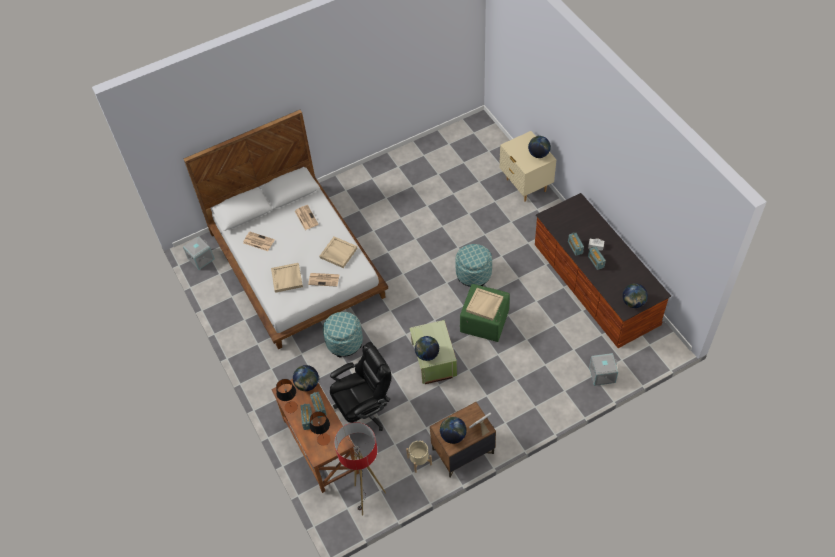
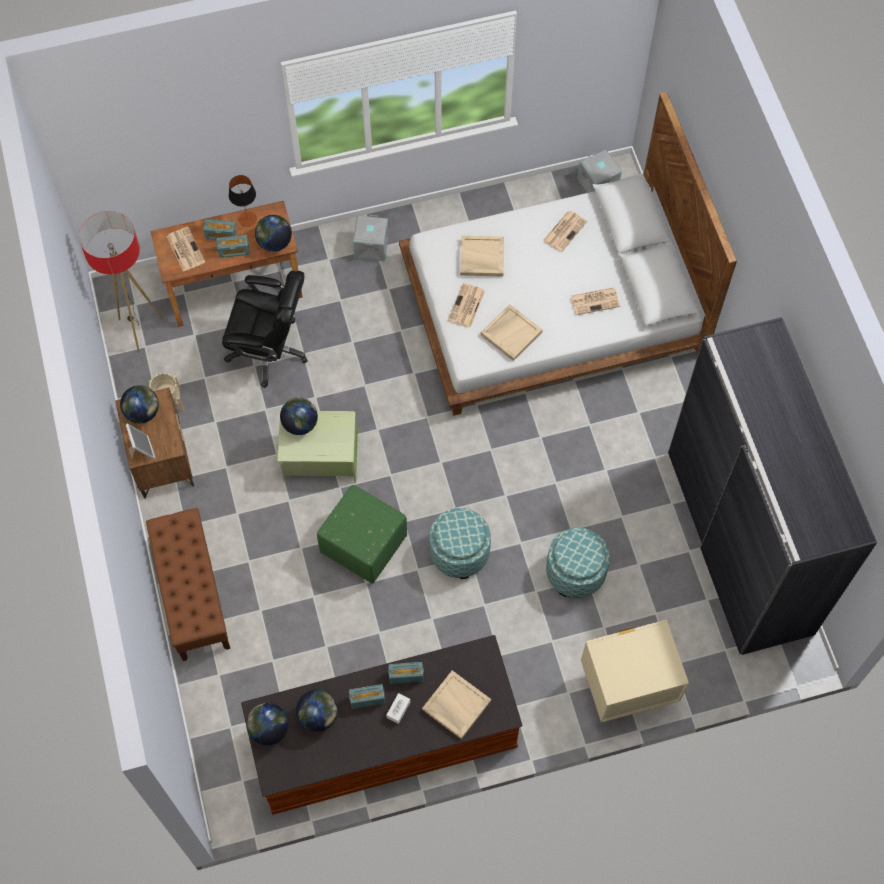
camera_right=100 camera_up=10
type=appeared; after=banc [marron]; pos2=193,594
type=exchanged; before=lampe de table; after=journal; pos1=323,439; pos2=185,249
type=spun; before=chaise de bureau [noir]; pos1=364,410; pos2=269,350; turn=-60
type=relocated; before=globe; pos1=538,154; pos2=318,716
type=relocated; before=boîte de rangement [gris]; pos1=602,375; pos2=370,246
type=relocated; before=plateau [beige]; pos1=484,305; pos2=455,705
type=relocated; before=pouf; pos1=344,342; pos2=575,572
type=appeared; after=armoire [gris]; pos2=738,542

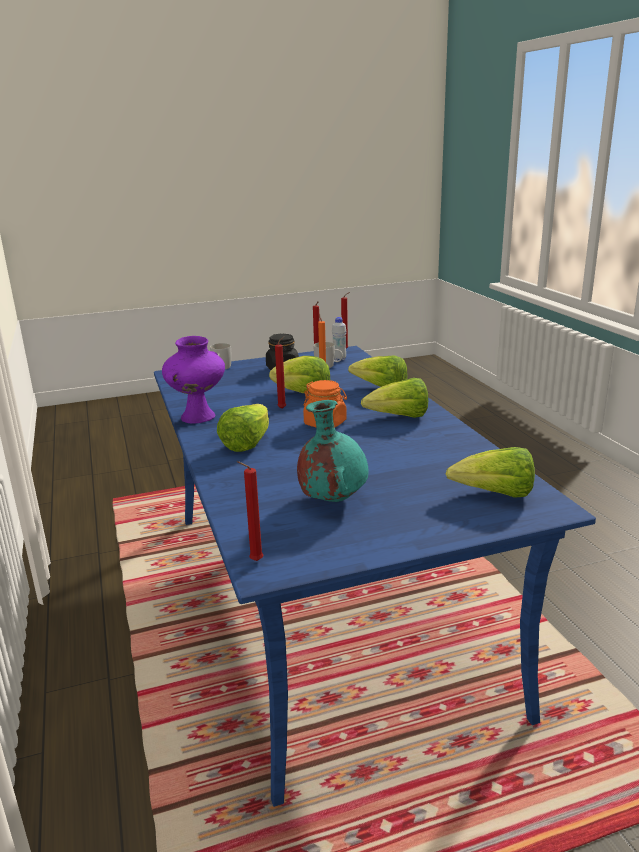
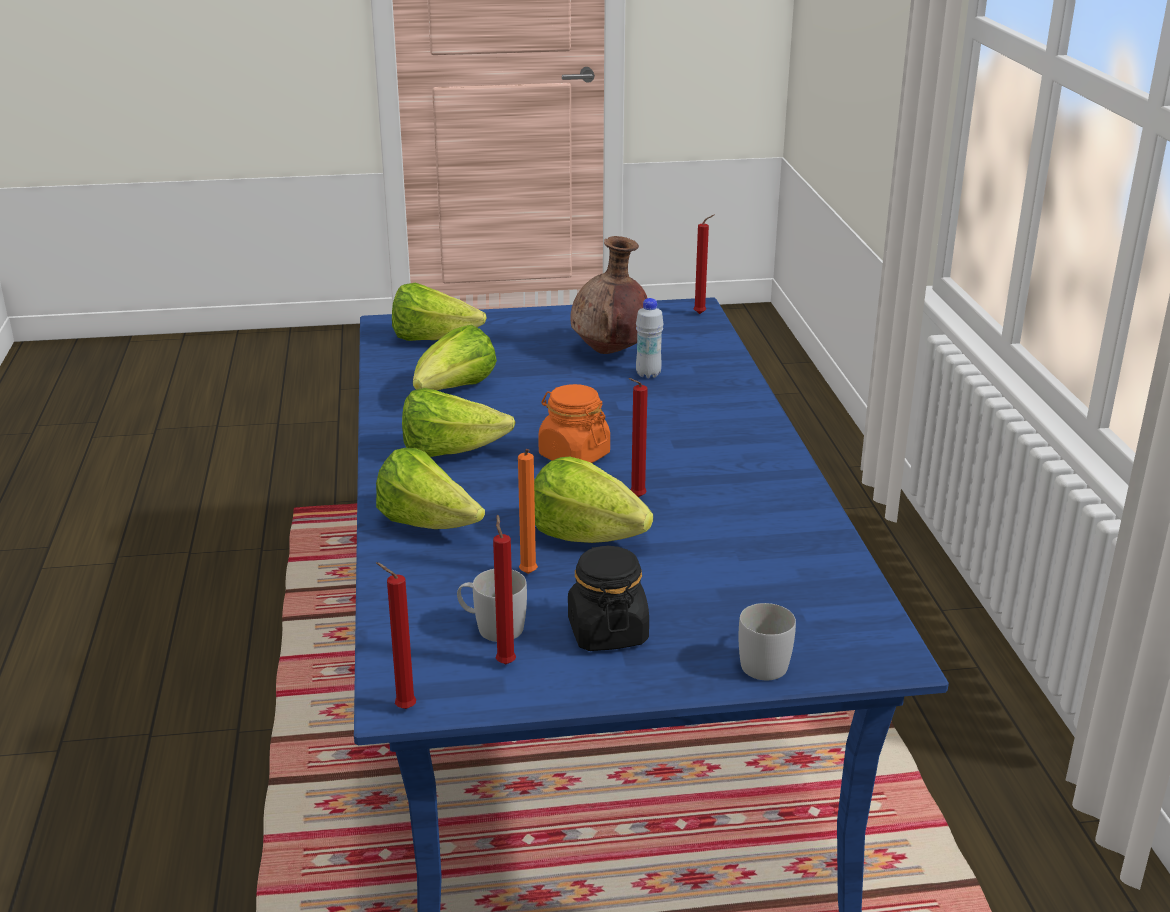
camera_right=-170 camera_up=5
type=relocated; before=laitue; pos1=247,443; pos2=455,391
type=colour; before=vase [turquoise]; after=vase [marron]; pos1=332,499; pos2=610,352
type=relocated; before=bouteille [blanc]; pos1=339,359; pos2=648,374
type=missing; before=vase [violet]; pos1=198,417

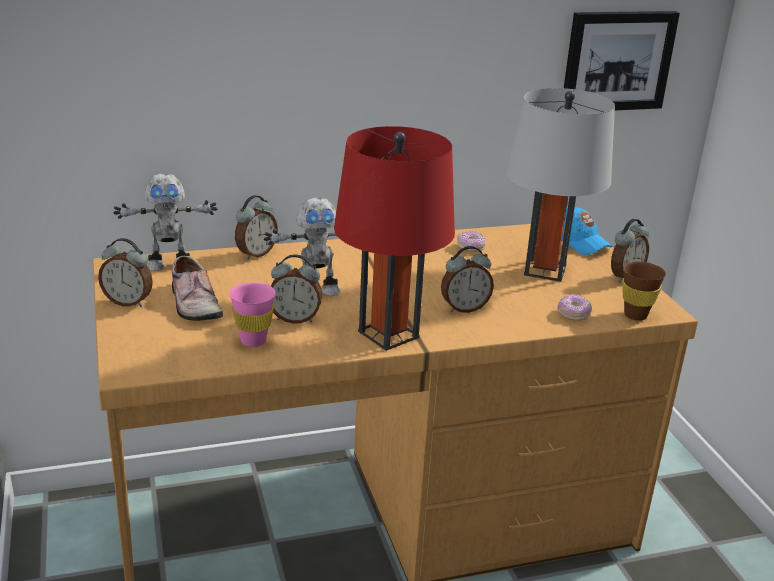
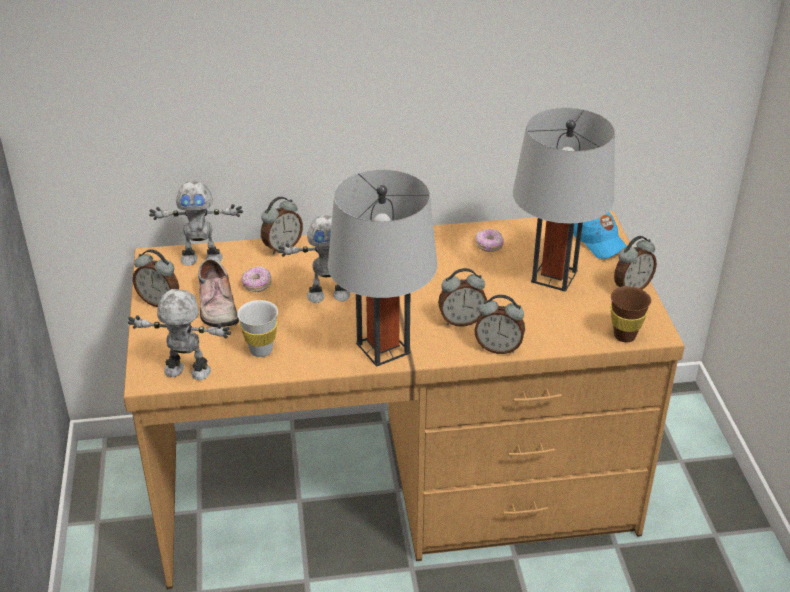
camera_right=10 camera_up=10
type=appeared; after=robot jouet; pos2=187,373
type=colour; before=tasse [rose]; after=tasse [blanc]; pos1=253,341; pos2=261,350
type=relocated; before=beignet; pos1=573,314; pos2=257,285
type=colour; before=lampe de table [rouge]; after=lampe de table [gris]; pos1=388,334; pos2=383,348
type=relocated; before=réveil; pos1=295,319; pos2=498,348
type=missing; before=tableau; pos1=617,61

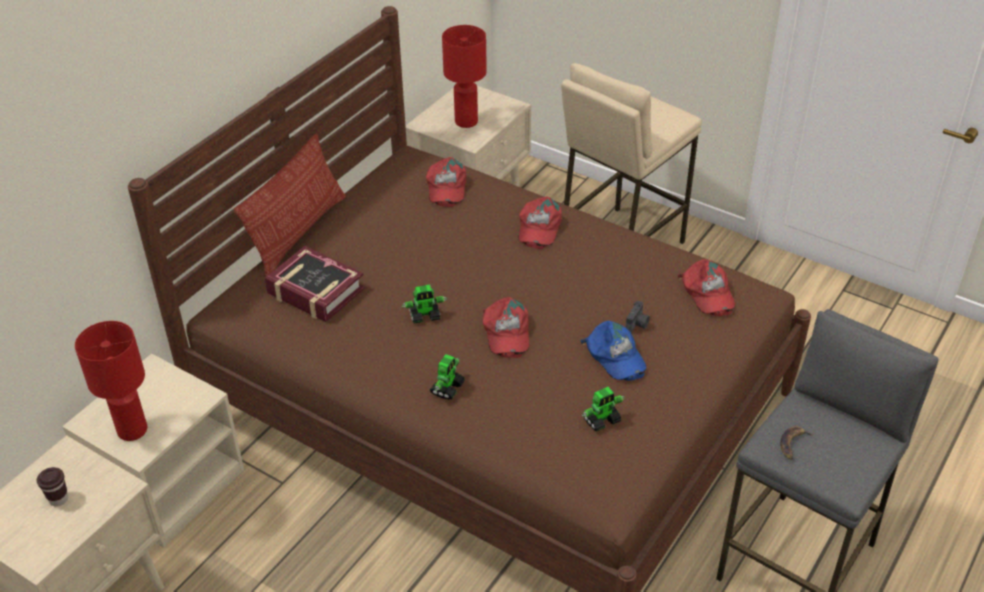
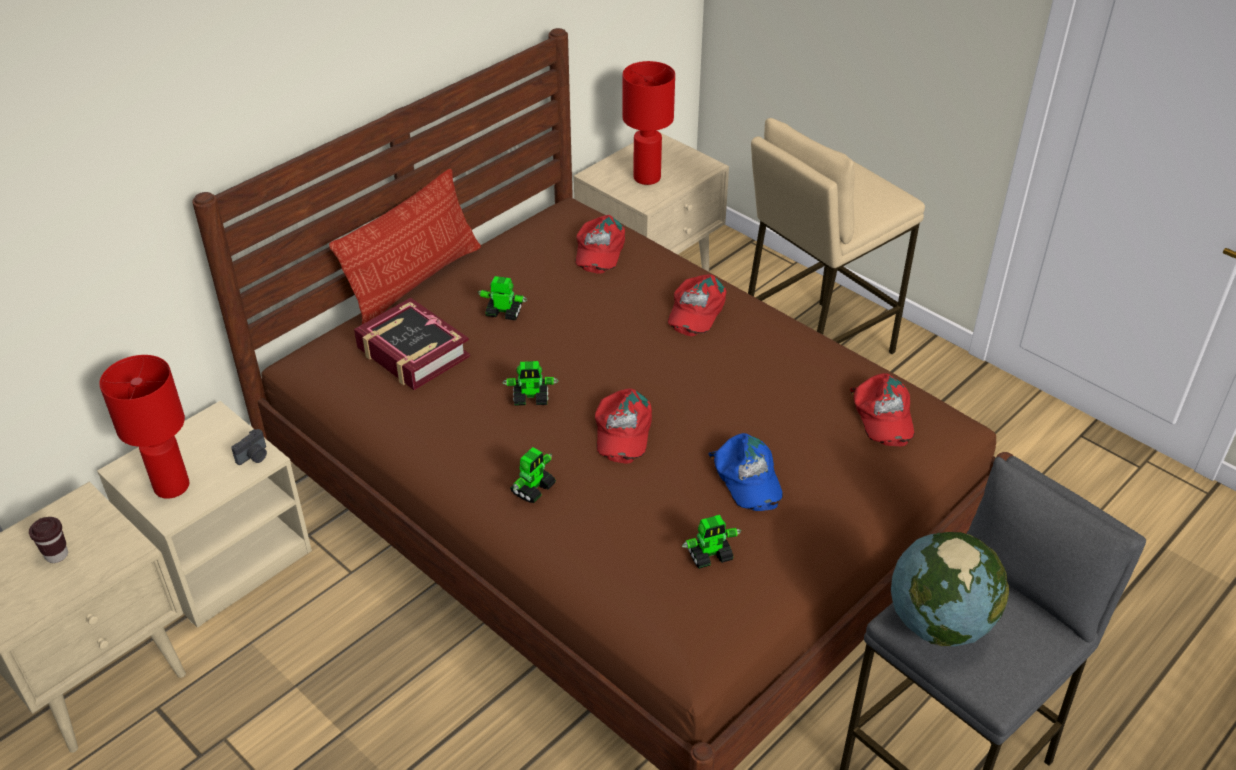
camera_right=10 camera_up=0
type=relocated; before=appareil photo; pos1=637,324; pos2=254,457
type=appeared; after=robot jouet; pos2=503,312
type=exchanged; before=banane; after=globe; pos1=793,444; pos2=939,623

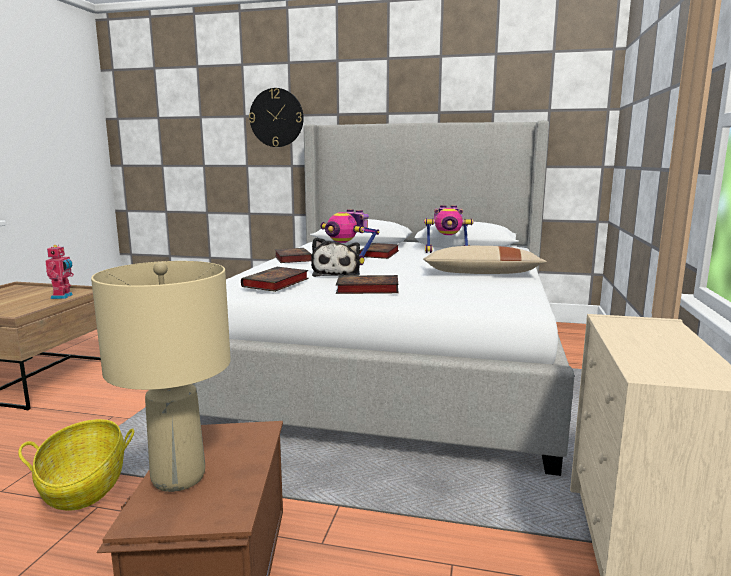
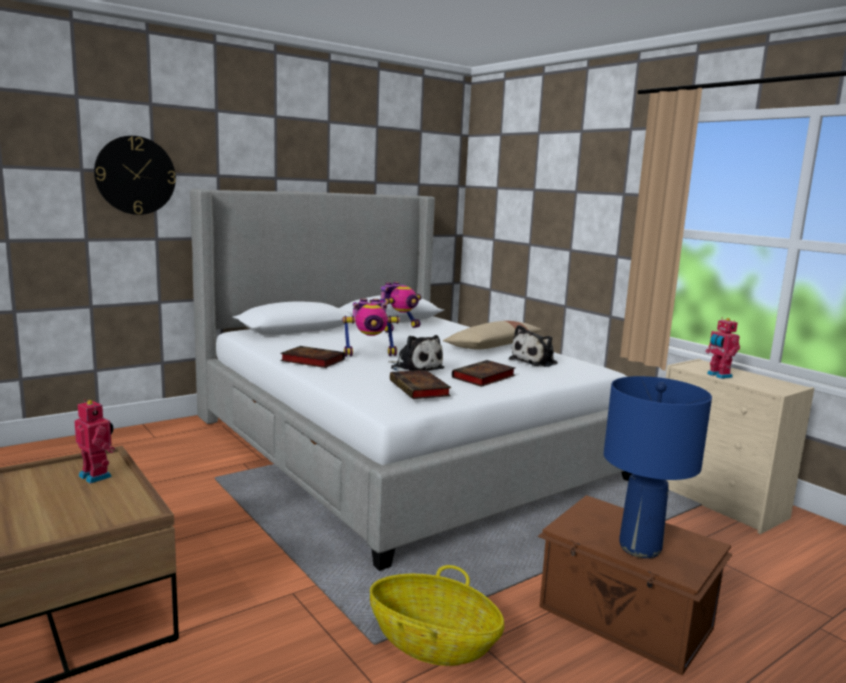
camera_right=-50 camera_up=0
type=appeared; after=peluche; pos2=535,361
type=colour; before=lampe de table [beige]; after=lampe de table [bleu]; pos1=178,477; pos2=639,548
type=appeared; after=robot jouet; pos2=718,375
type=missing; before=livre; pos1=379,254

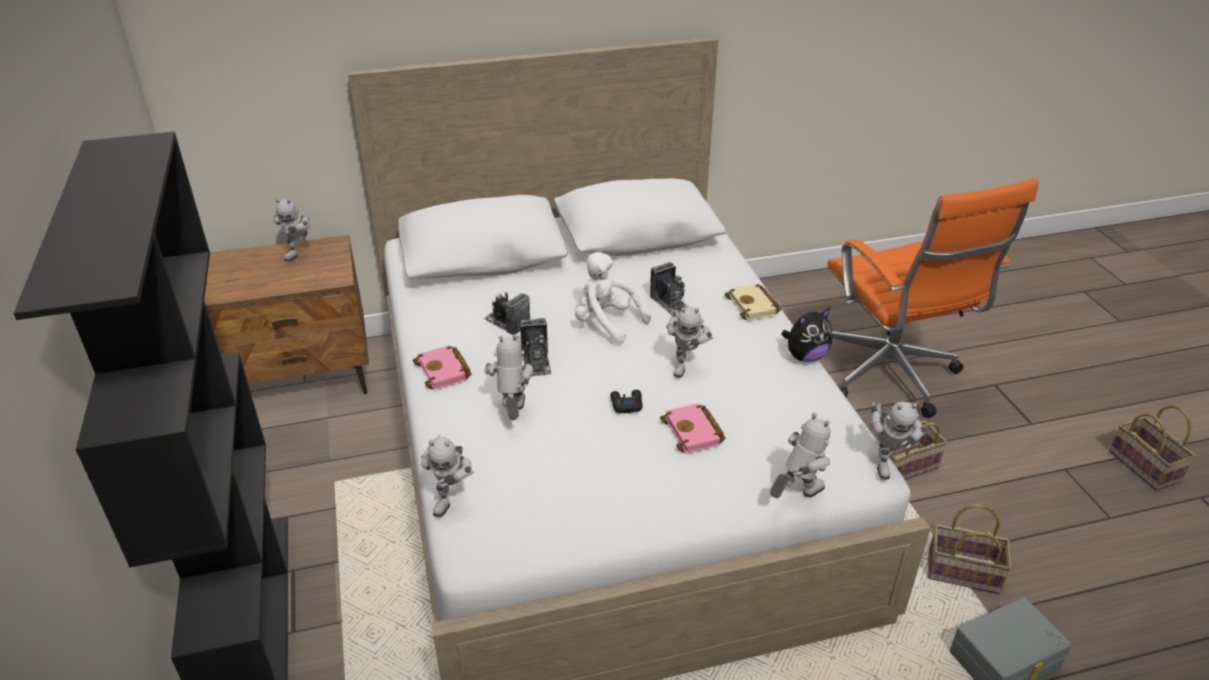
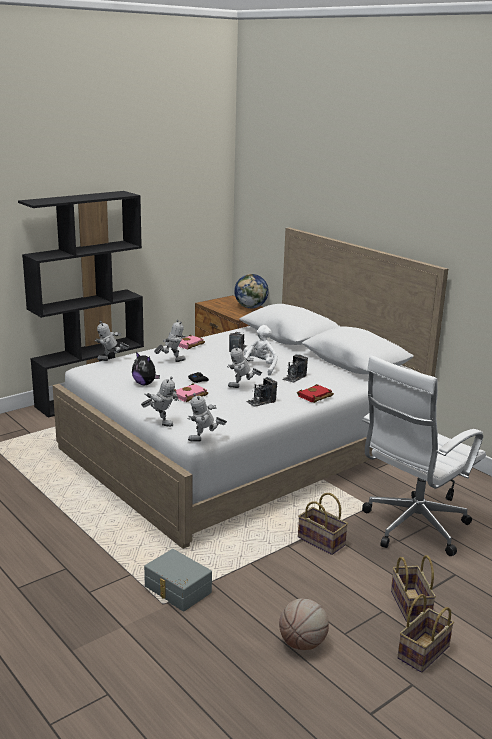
camera_right=65 camera_up=-15
type=relocated; before=peluche; pos1=805,356; pos2=145,384
type=exchanged; before=robot jouet; after=globe; pos1=301,252; pos2=251,307
type=relocated; before=appareil photo; pos1=536,361; pos2=261,401
type=appeared; after=ballon de basket; pos2=302,643
type=colour; before=livre [beige]; after=livre [rouge]; pos1=754,306; pos2=315,397
type=colour; before=chaise de bureau [orange]; after=chaise de bureau [blanc]; pos1=891,378; pos2=412,528
type=relocated; before=panier; pos1=961,574; pos2=409,604

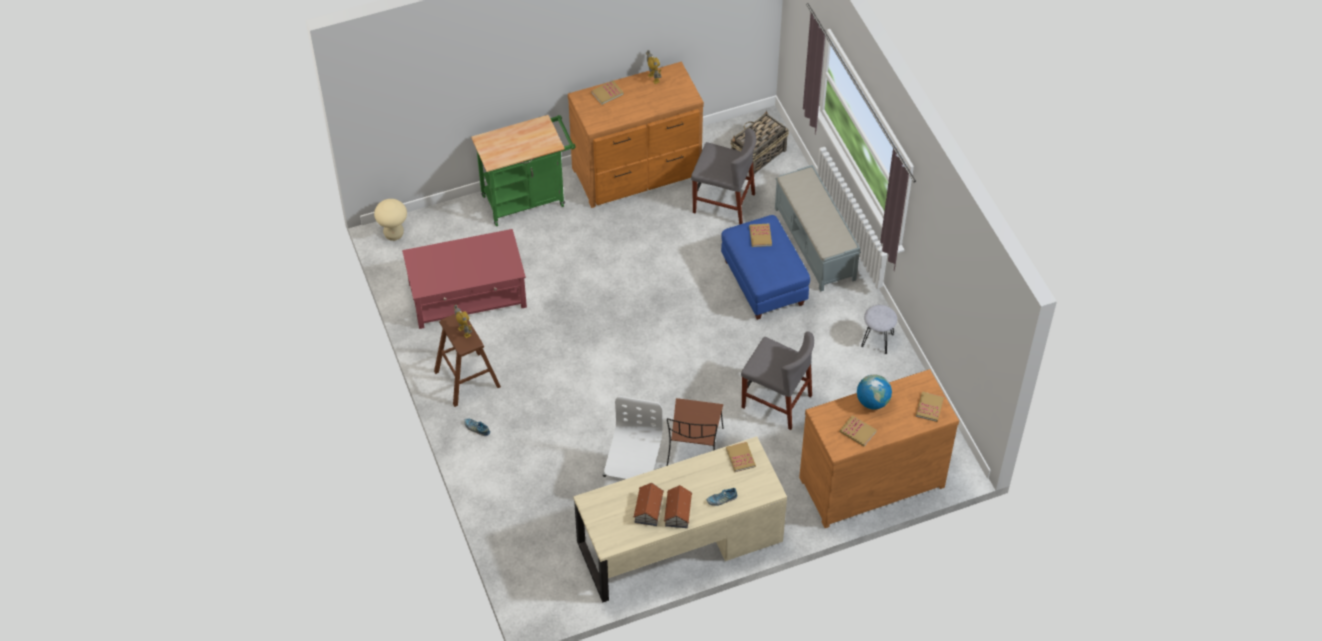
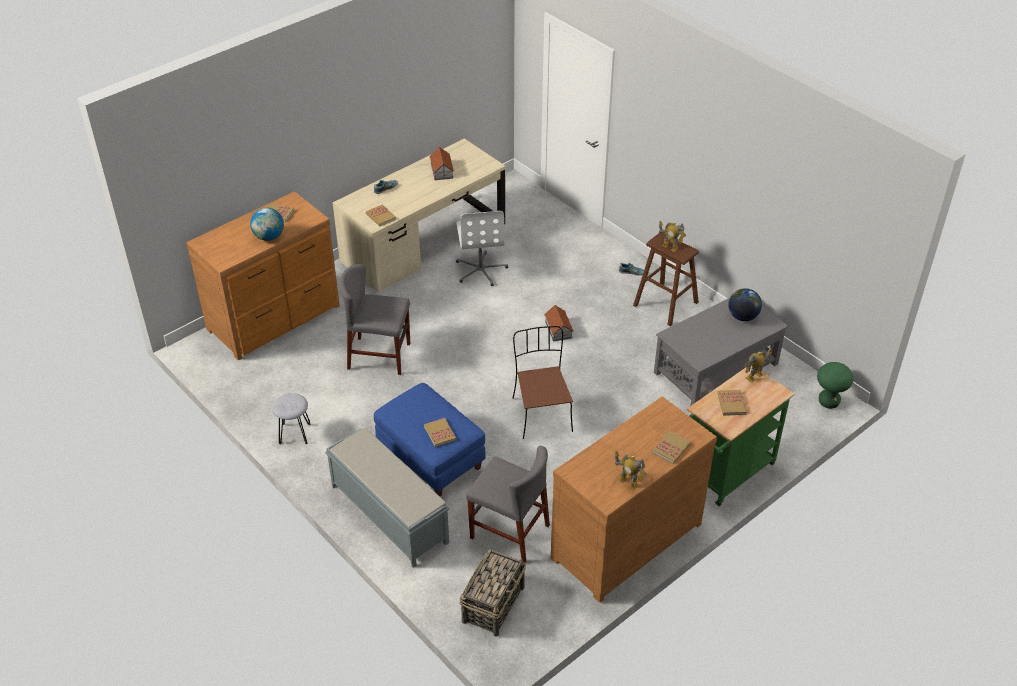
camera_right=160 camera_up=-10
type=spun; before=chaise [gris]; pos1=723,203; pos2=509,532; turn=-150
type=relocated; before=chaise [marron]; pos1=694,449; pos2=541,413
type=relocated; before=maison miniature; pos1=678,512; pos2=558,330
type=colour; before=table basse [rouge]; after=table basse [gris]; pos1=468,295; pos2=715,368
type=relocated; before=livre; pos1=929,407; pos2=731,404
type=appeared; after=globe; pos2=742,316
type=appeared; after=robot jouet; pos2=754,377
type=colour; before=tabouret [beige]; after=tabouret [vert]; pos1=394,234; pos2=828,402

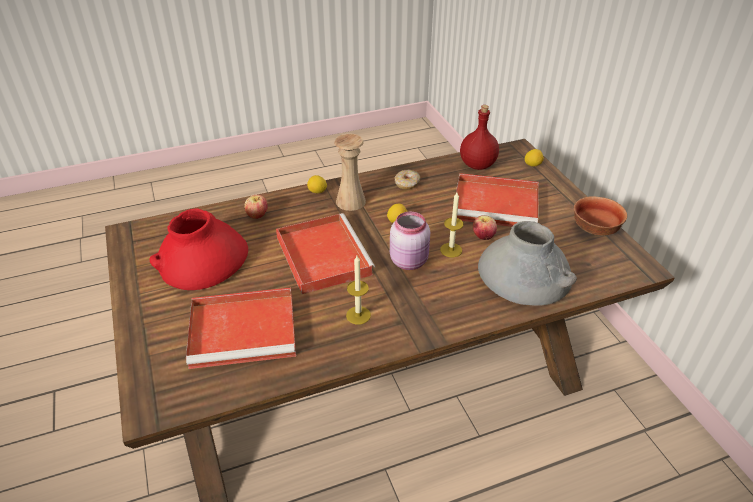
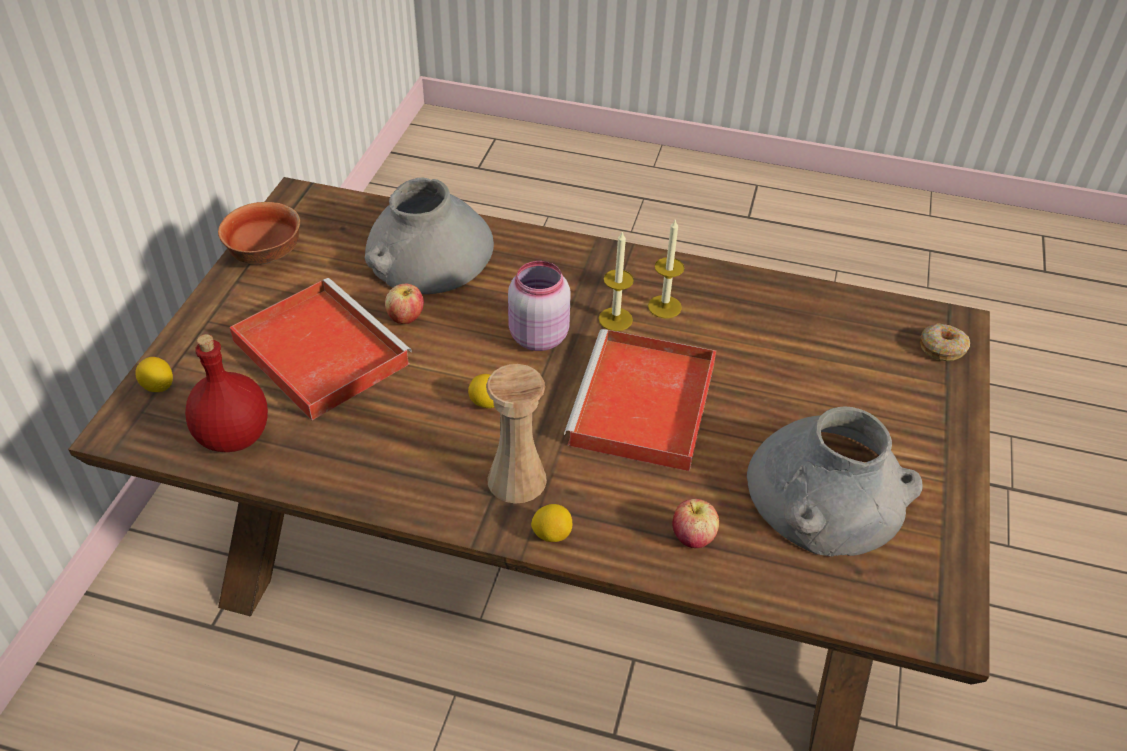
camera_right=-145 camera_up=5
type=relocated; before=bougie; pos1=451,250; pos2=615,319
type=colour; before=vase [rouge]; after=vase [gris]; pos1=202,260; pos2=828,492
type=relocated; before=beignet; pos1=407,183; pos2=942,348
type=missing; before=plateau [rouge]; pos1=245,330

